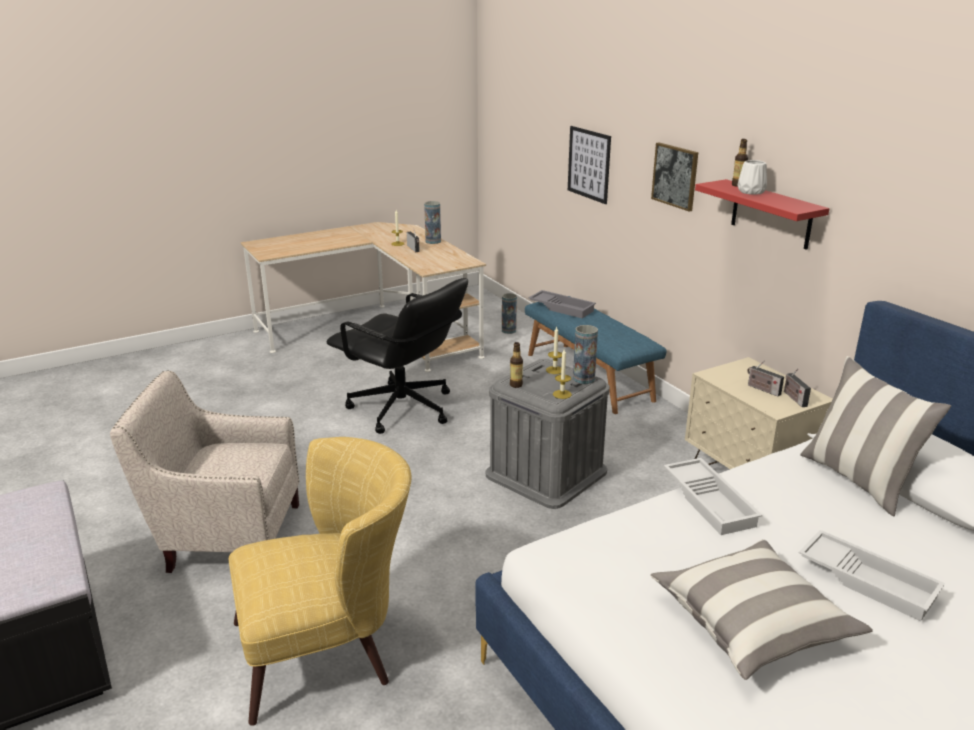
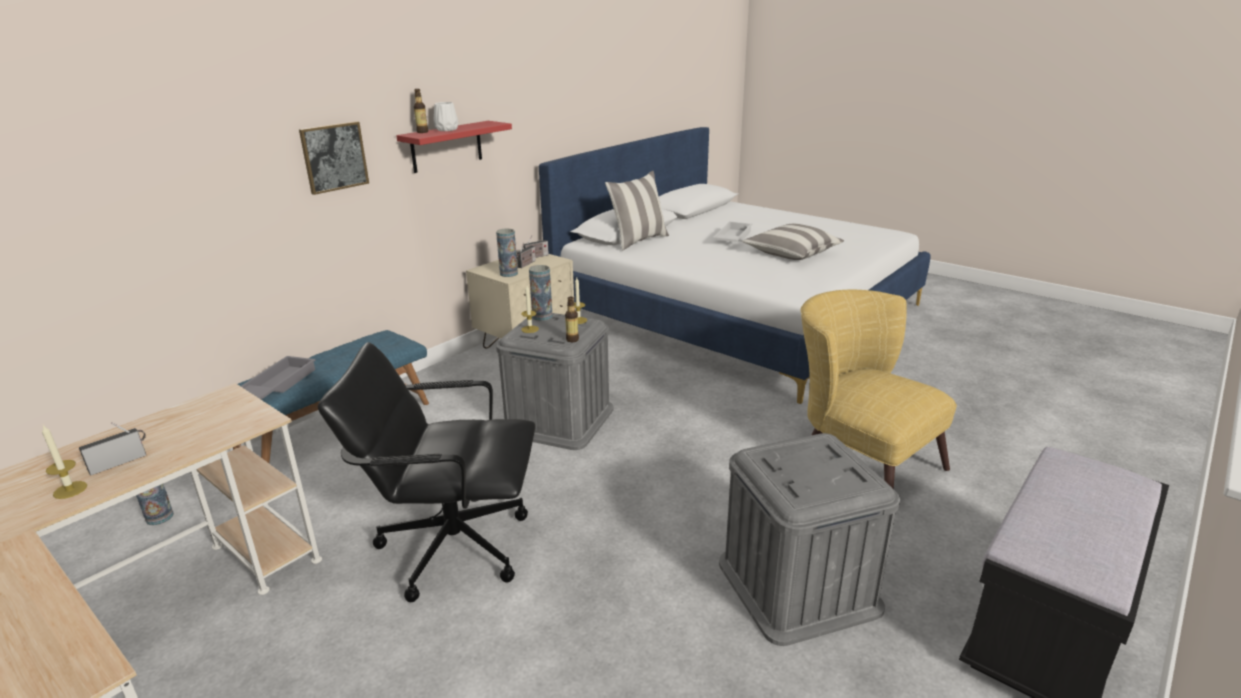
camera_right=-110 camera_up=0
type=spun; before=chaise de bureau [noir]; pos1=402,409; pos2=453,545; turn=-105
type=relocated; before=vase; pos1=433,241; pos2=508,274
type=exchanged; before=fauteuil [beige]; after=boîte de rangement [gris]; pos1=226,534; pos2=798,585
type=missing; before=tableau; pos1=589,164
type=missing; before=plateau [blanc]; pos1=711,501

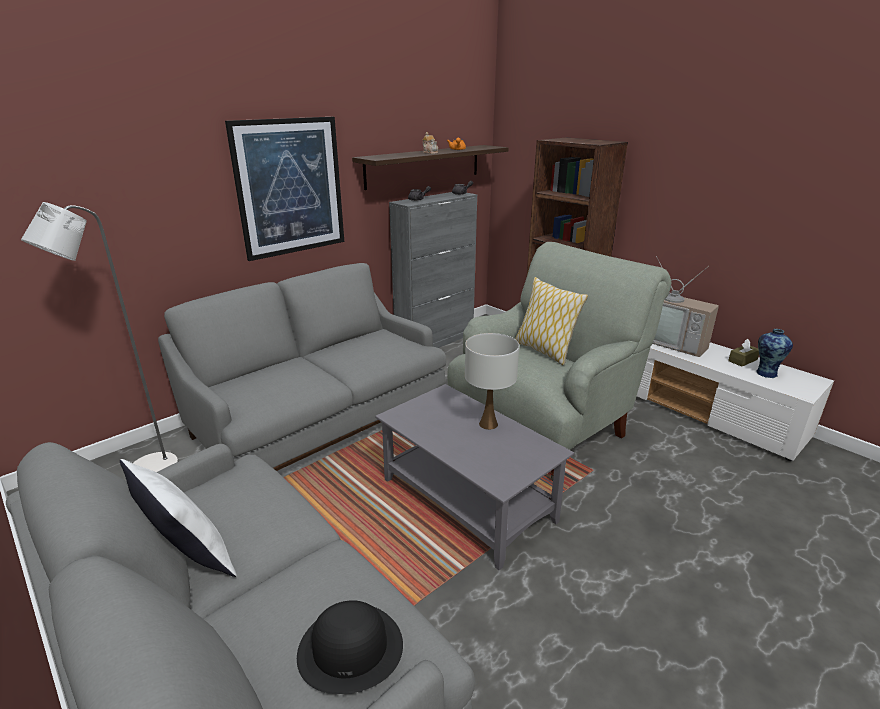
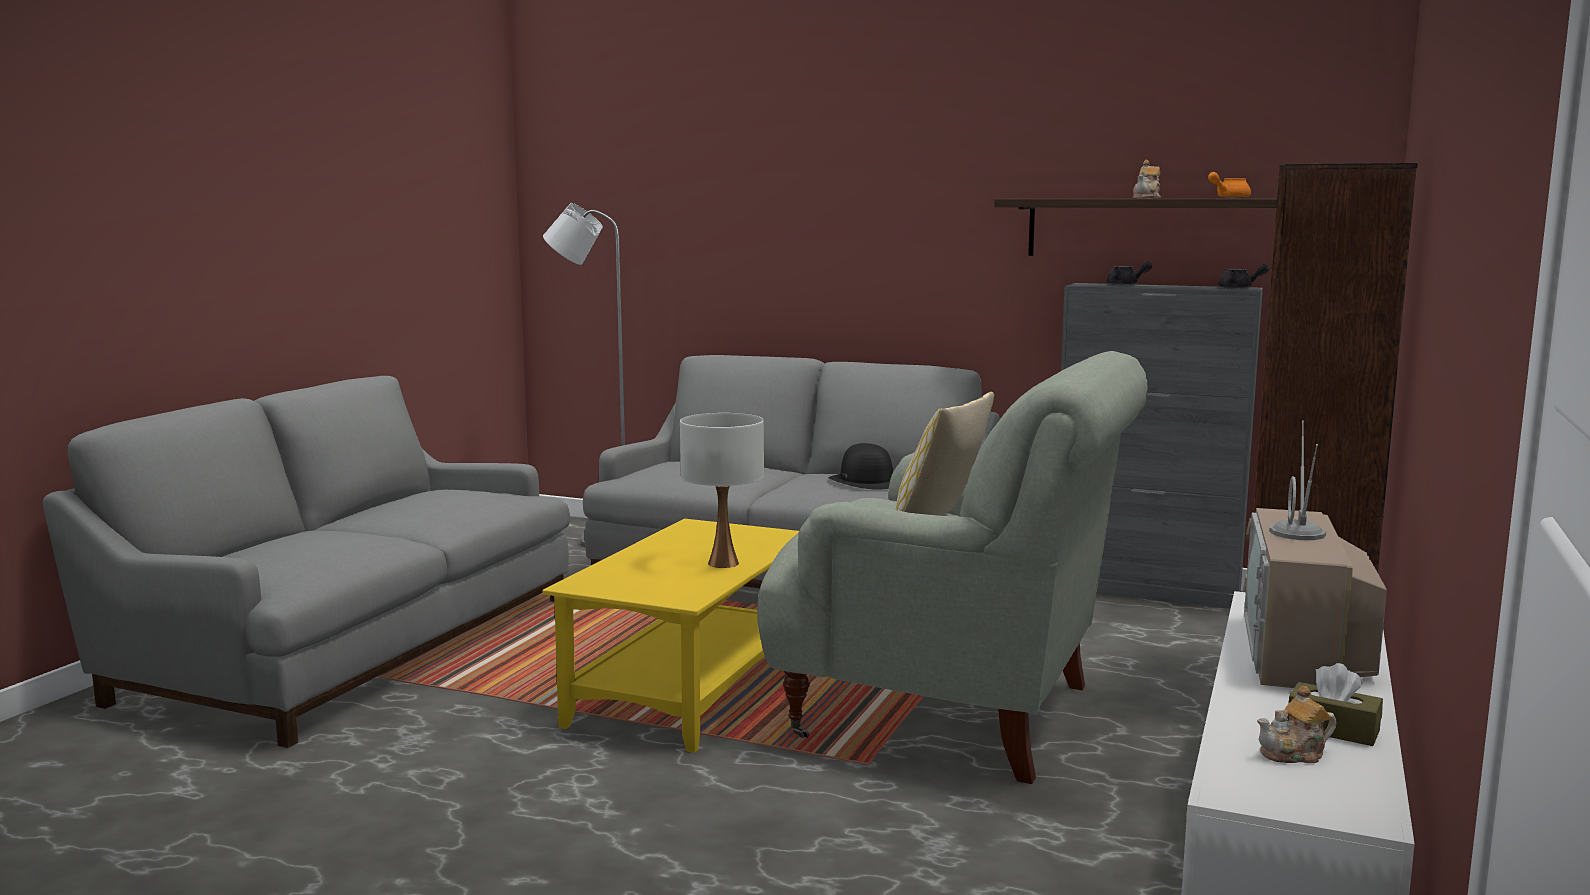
camera_right=65 camera_up=-15
type=colour; before=table basse [gris]; after=table basse [jaune]; pos1=466,499; pos2=692,686
type=relocated; before=chapeau [noir]; pos1=351,648; pos2=867,481
type=exchanged; before=vase; after=théière; pos1=766,373; pos2=1294,754
type=missing; before=coussin [blanc]; pos1=188,557
type=missing; before=tableau; pos1=290,187

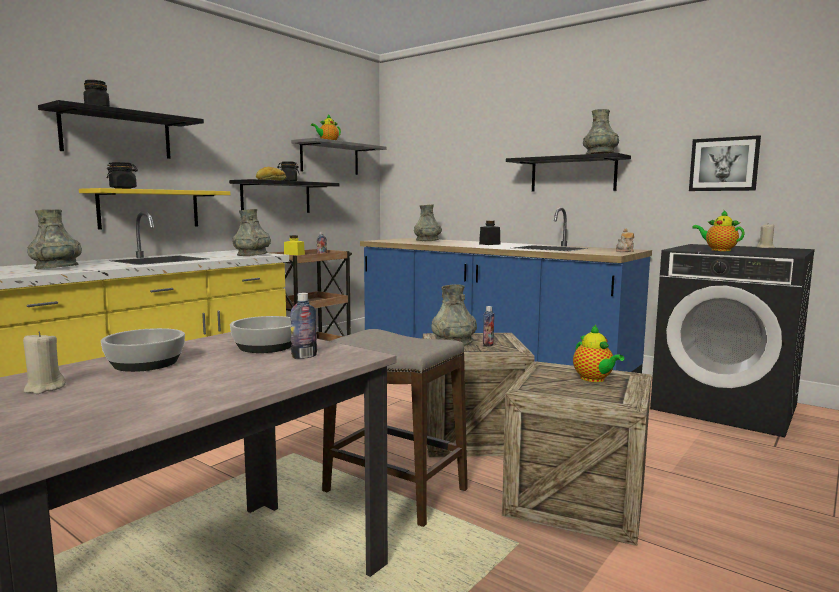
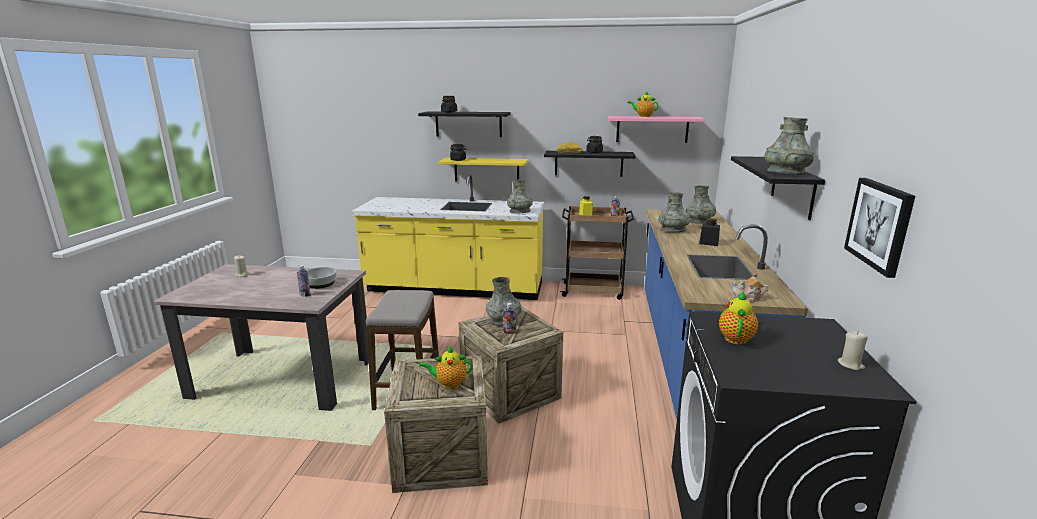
camera_right=60 camera_up=10
type=spun; before=théière; pos1=594,379; pos2=449,383; turn=45
type=colour; before=étagère [gris]; after=étagère [rose]; pos1=330,158; pos2=652,129
type=relocated; before=vase [gris]; pos1=57,267; pos2=673,230
type=missing; before=bol; pos1=144,363

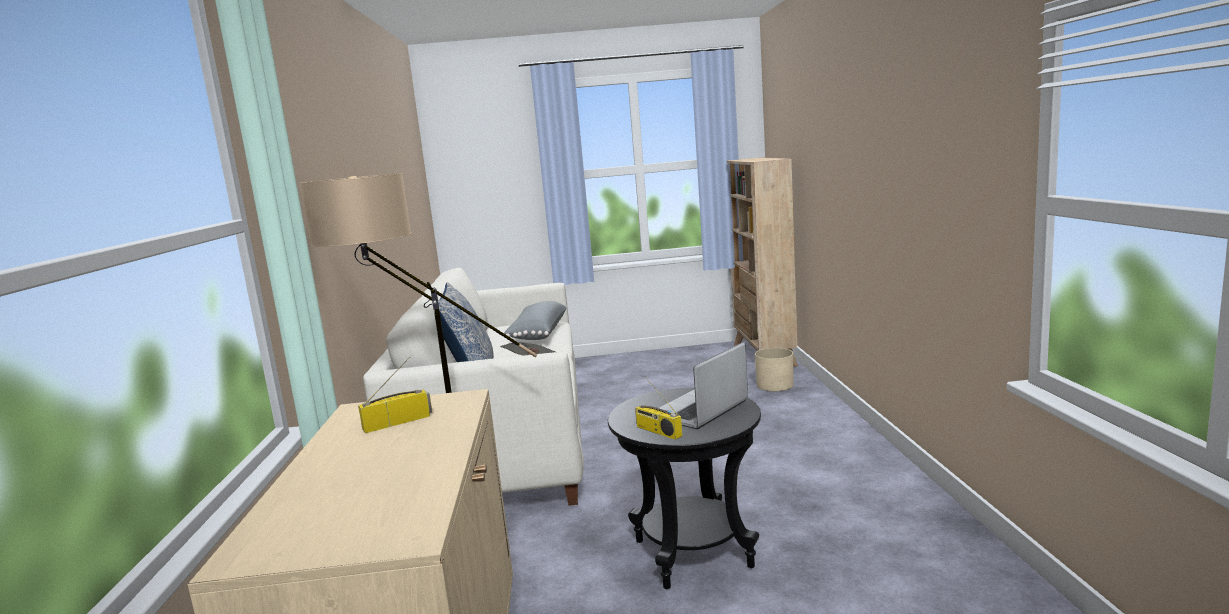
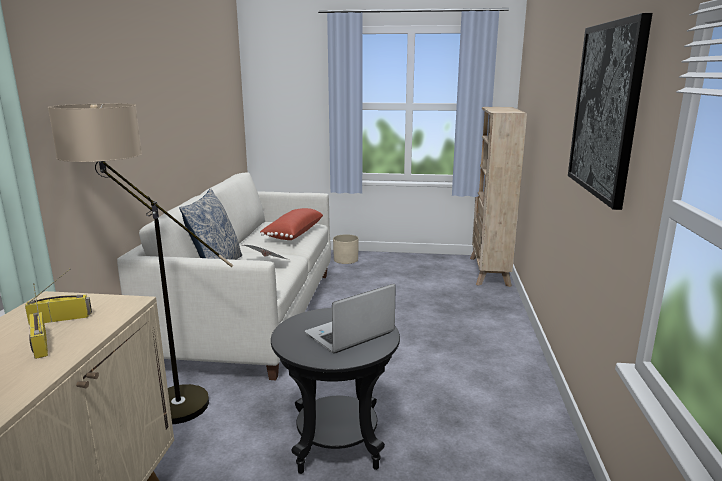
camera_right=10 camera_up=5
type=relocated; before=radio; pos1=657,431; pos2=39,344
type=colour; before=coussin [gris]; after=coussin [rouge]; pos1=537,333; pos2=292,233
type=relocated; before=cache-pot [beige]; pos1=774,385; pos2=346,259
type=appeared; after=tableau; pos2=606,110

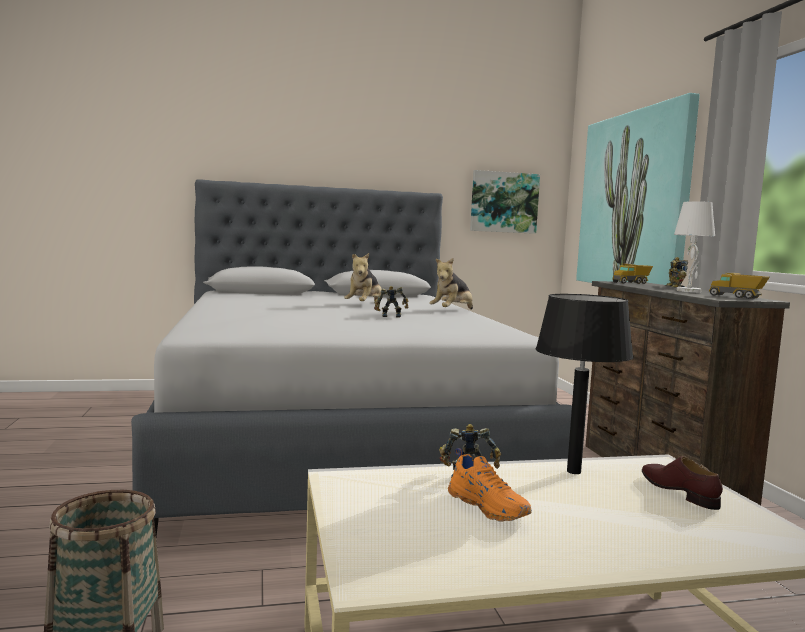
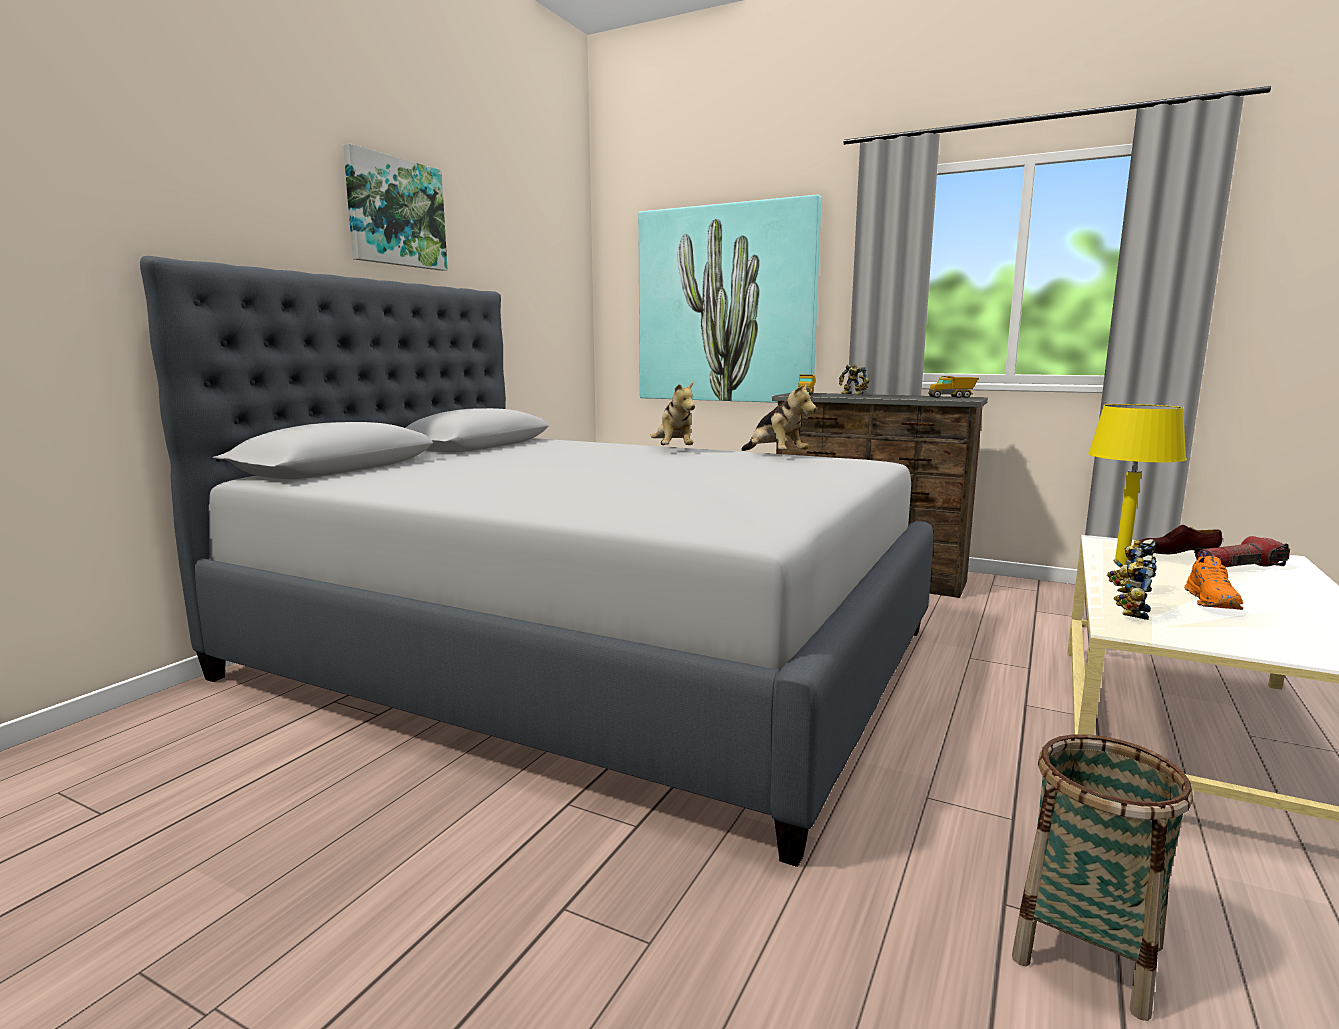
camera_right=-50 camera_up=5
type=relocated; before=tableau; pos1=504,202; pos2=395,212
type=relocated; before=peluche; pos1=364,305; pos2=775,456
type=colour; before=lampe de table [noir]; after=lampe de table [jaune]; pos1=574,471; pos2=1122,563
type=relocated; before=robot jouet; pos1=390,316; pos2=1131,612
type=spun; before=chaussure [orange]; pos1=489,507; pos2=1213,602; turn=105
type=appeared; after=lampe de poche; pos2=1239,567
type=missing; before=lampe de table [blanc]; pos1=689,291

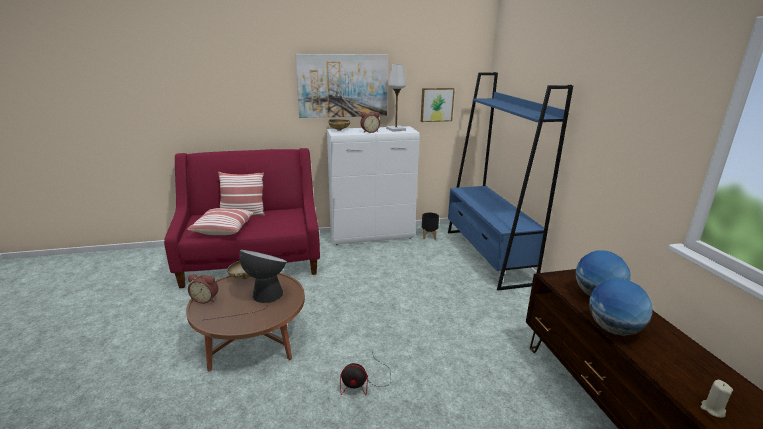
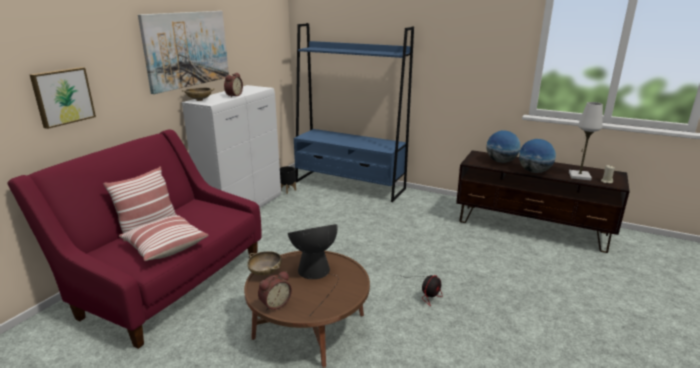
camera_right=-50 camera_up=0
type=relocated; before=tableau; pos1=436,104; pos2=62,96
type=relocated; before=lampe de table [blanc]; pos1=395,129; pos2=579,176

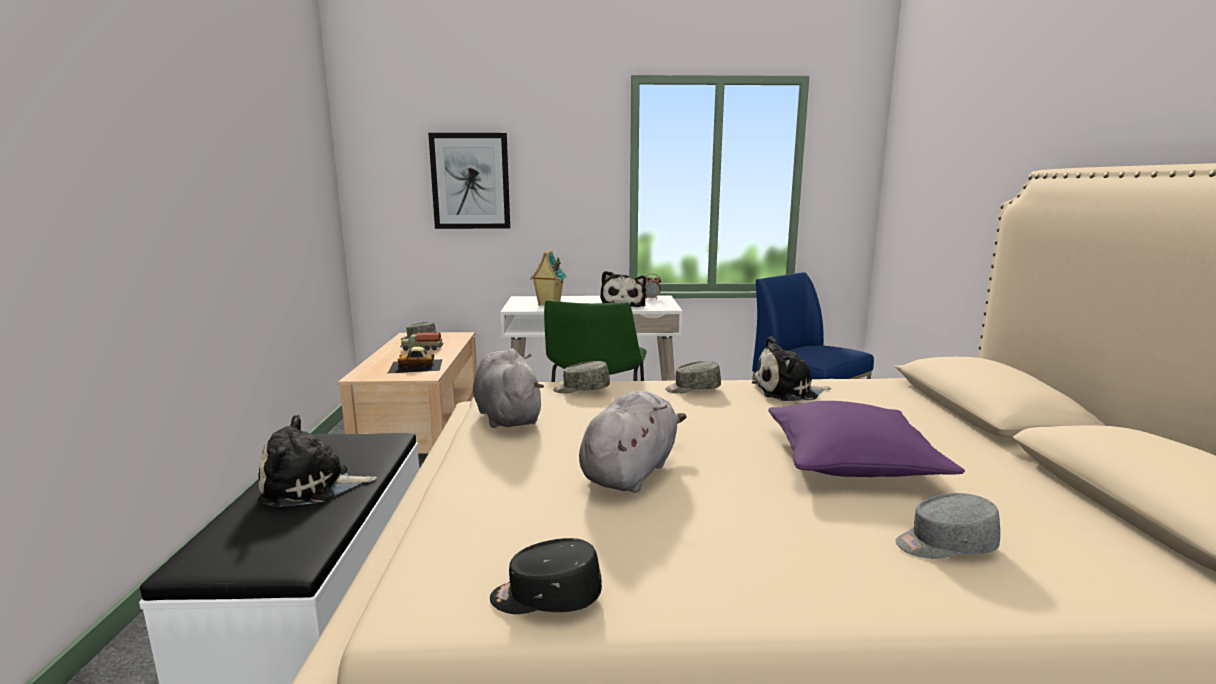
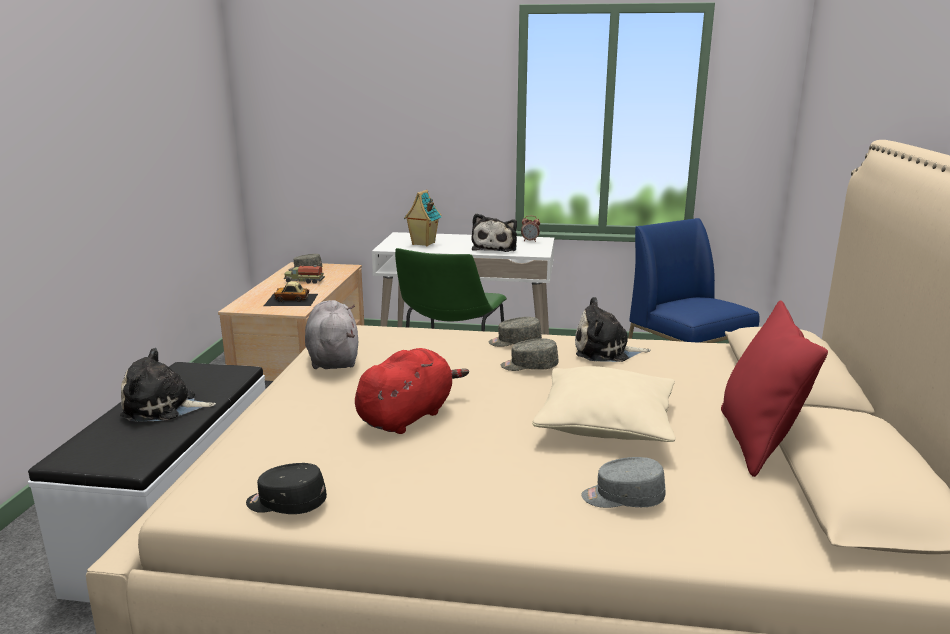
camera_right=10 camera_up=5
type=colour; before=peluche [gris]; after=peluche [rouge]; pos1=631,471; pos2=408,416
type=relocated; before=casquette [gris]; pos1=581,389; pos2=529,366
type=colour; before=coussin [violet]; after=coussin [beige]; pos1=851,462; pos2=606,423
type=appeared; after=coussin [rouge]; pos2=757,442
type=missing; before=tableau; pos1=470,181

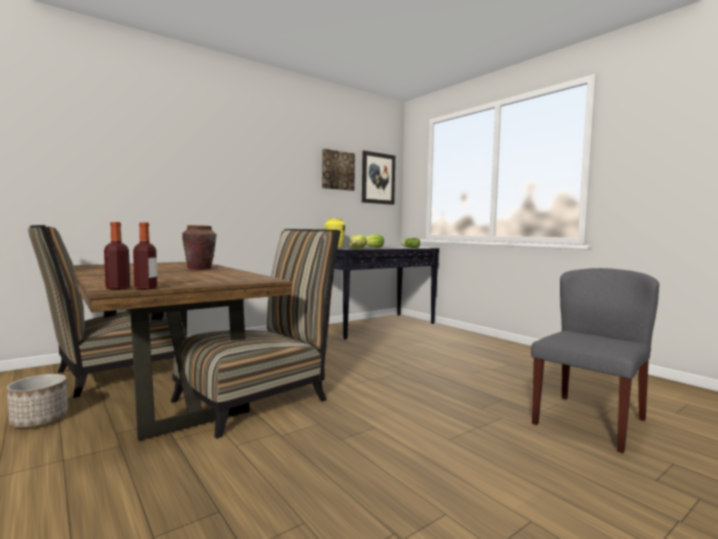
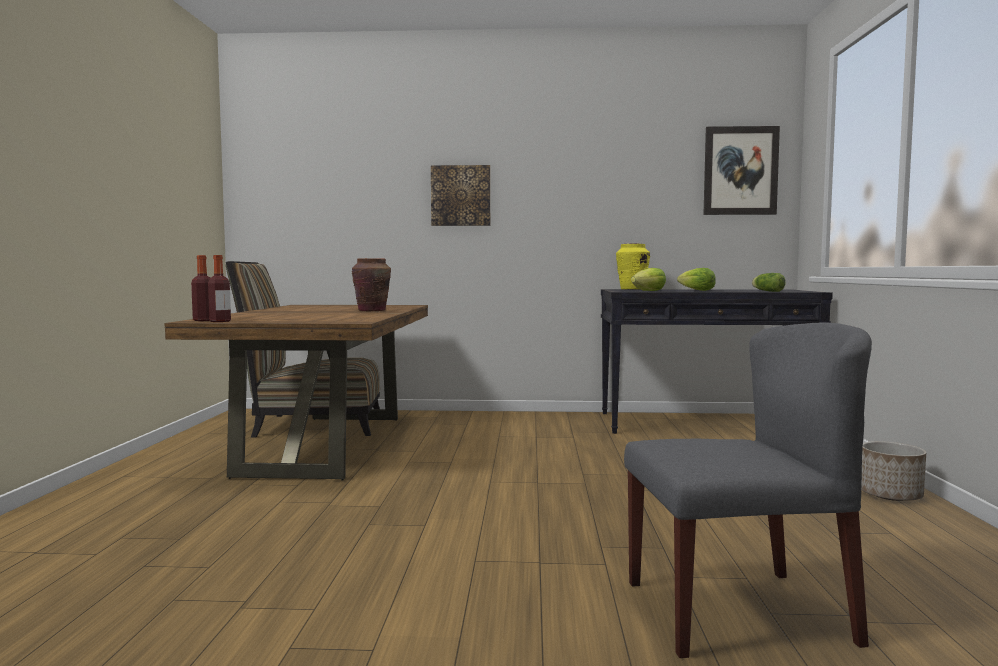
camera_right=40 camera_up=0
type=relocated; before=tableau; pos1=337,170; pos2=460,196
type=relocated; before=cache-pot; pos1=40,420; pos2=891,495
type=missing; before=chaise; pos1=259,398

